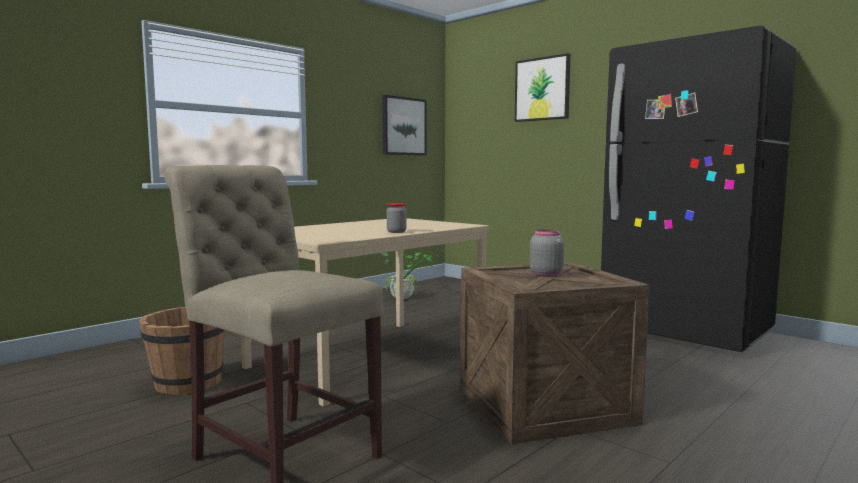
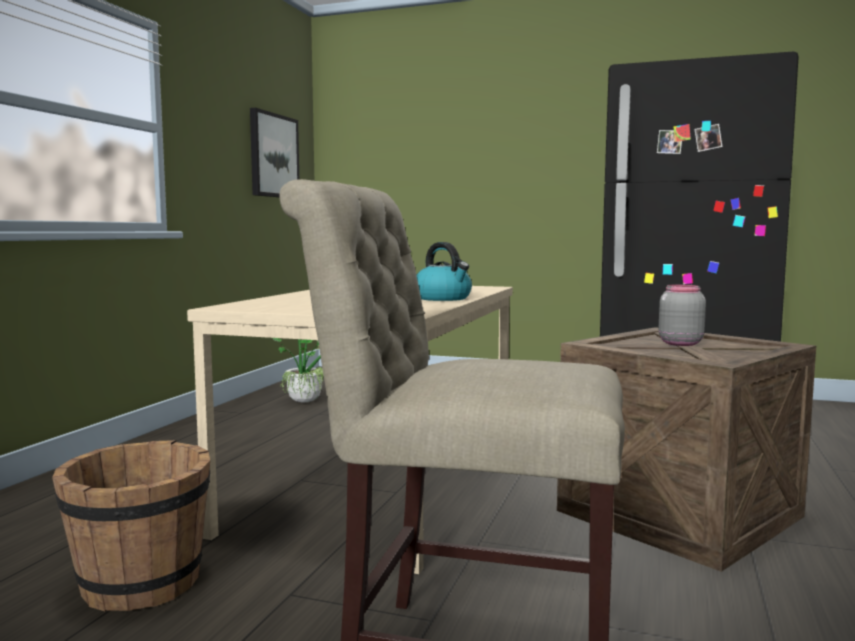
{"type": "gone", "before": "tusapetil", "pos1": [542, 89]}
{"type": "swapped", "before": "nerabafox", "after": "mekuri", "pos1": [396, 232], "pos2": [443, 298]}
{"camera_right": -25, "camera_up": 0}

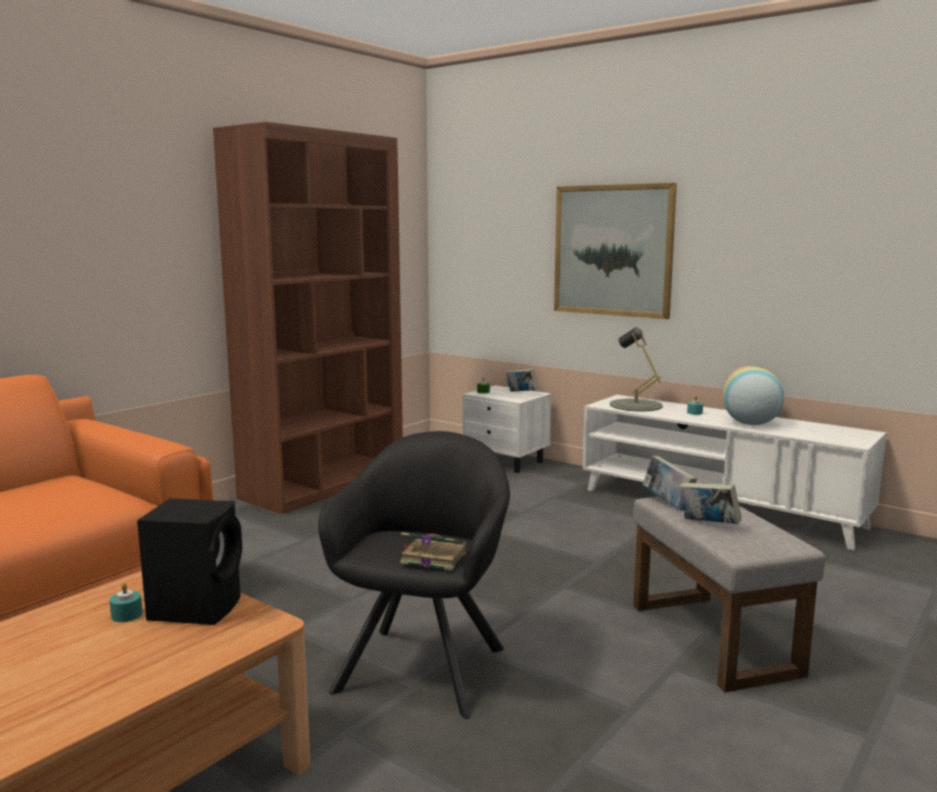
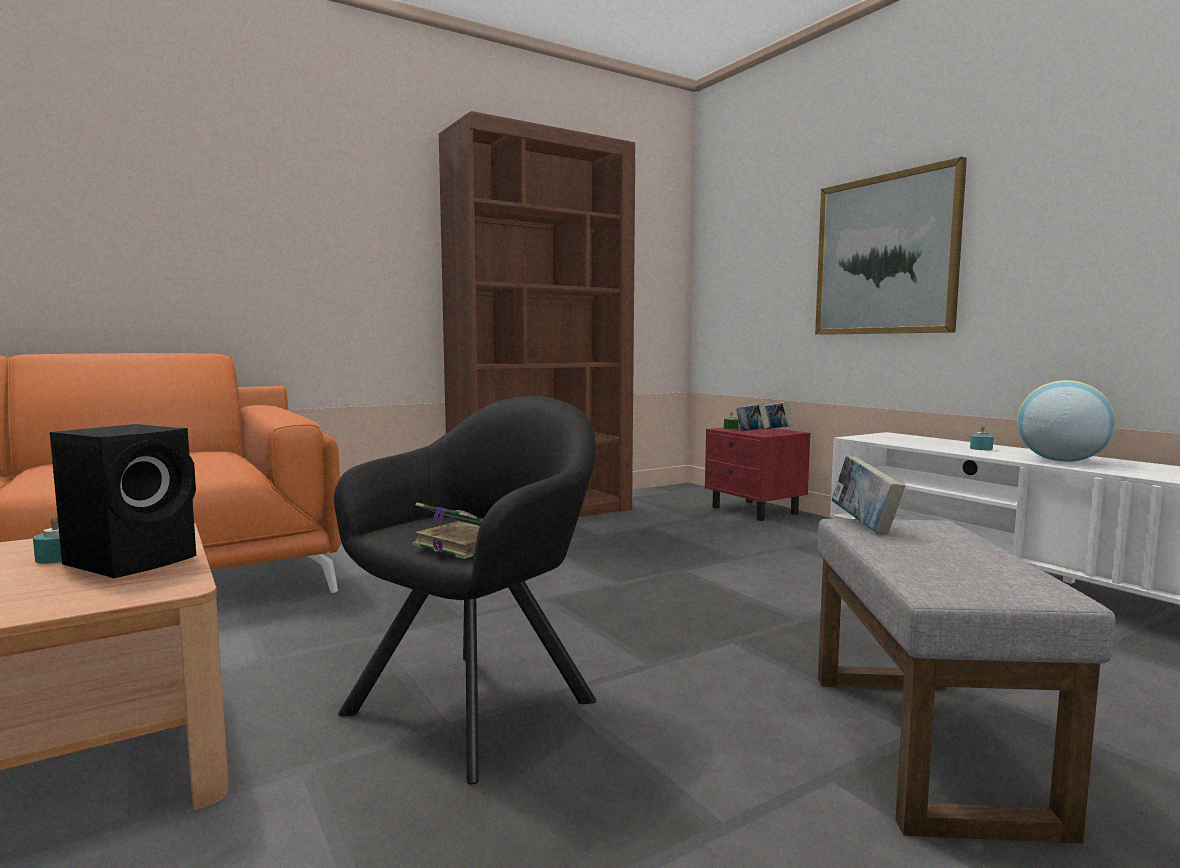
{"type": "gone", "before": "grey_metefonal", "pos1": [635, 405]}
{"type": "shifted", "before": "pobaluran", "pos1": [707, 525], "pos2": [751, 433]}
{"type": "repainted", "before": "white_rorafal", "after": "red_rorafal", "pos1": [507, 462], "pos2": [755, 510]}
{"camera_right": 20, "camera_up": -5}

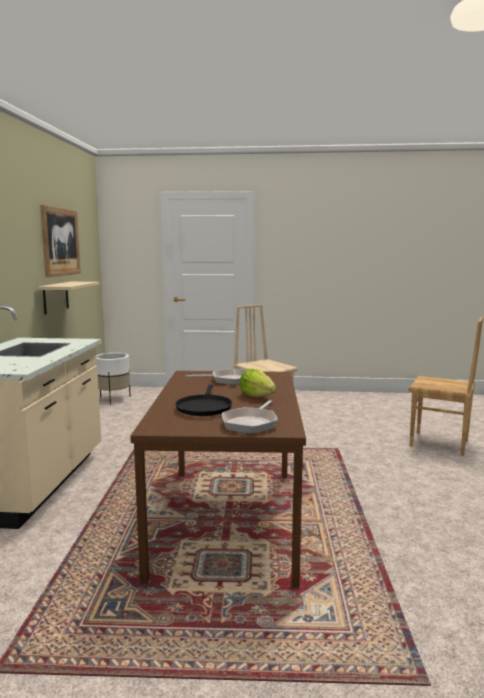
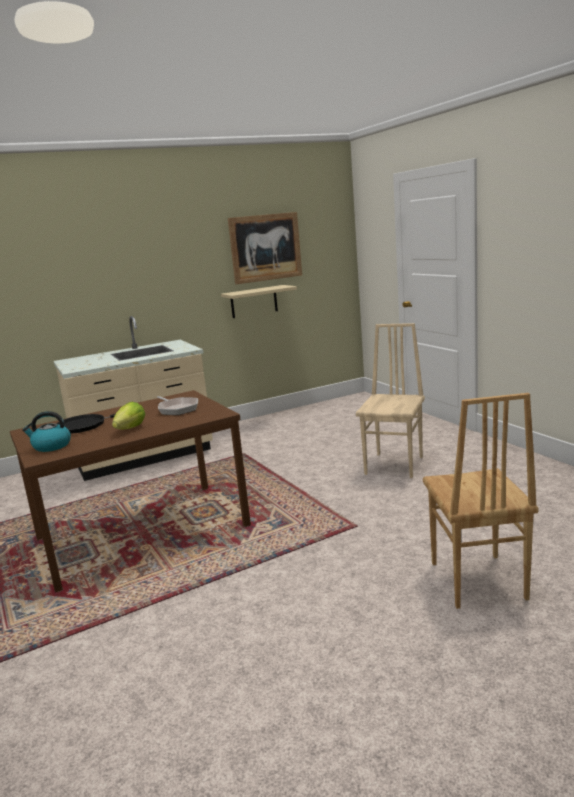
{"type": "gone", "before": "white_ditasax", "pos1": [113, 399]}
{"type": "swapped", "before": "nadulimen", "after": "mekuri", "pos1": [251, 423], "pos2": [51, 446]}
{"camera_right": 60, "camera_up": 5}

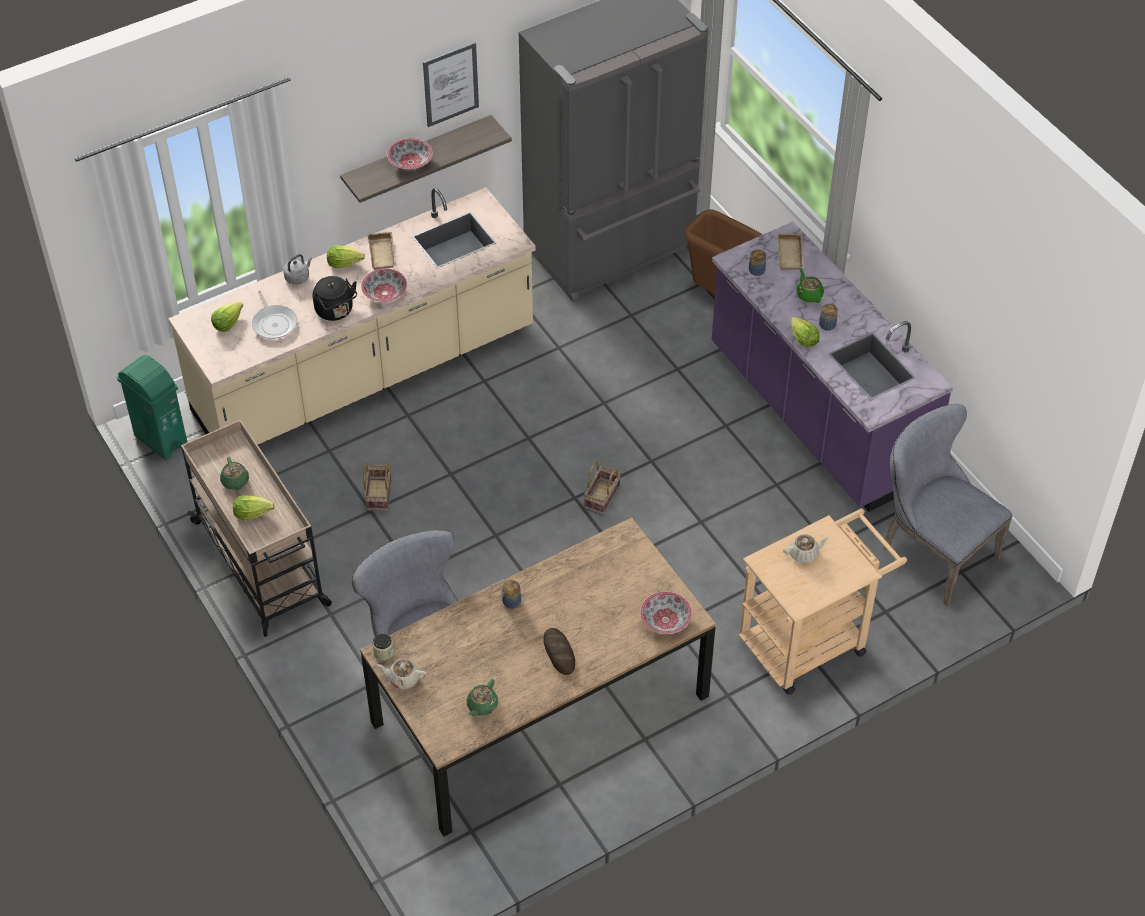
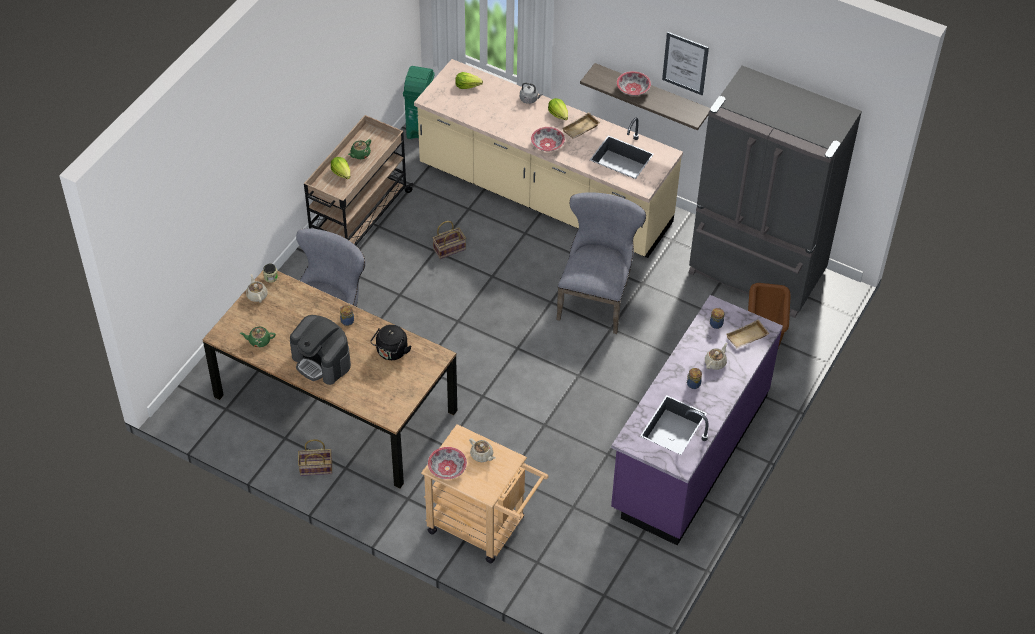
{"type": "gone", "before": "nadulimen", "pos1": [274, 323]}
{"type": "gone", "before": "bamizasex", "pos1": [802, 339]}
{"type": "shifted", "before": "black_mekuri", "pos1": [336, 311], "pos2": [391, 352]}
{"type": "shifted", "before": "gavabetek", "pos1": [602, 499], "pos2": [315, 468]}
{"type": "shifted", "before": "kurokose", "pos1": [665, 620], "pos2": [447, 468]}
{"type": "shifted", "before": "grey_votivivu", "pos1": [932, 551], "pos2": [596, 298]}
{"type": "swapped", "before": "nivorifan", "after": "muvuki", "pos1": [559, 653], "pos2": [322, 361]}
{"type": "repainted", "before": "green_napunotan", "after": "beige_napunotan", "pos1": [809, 295], "pos2": [715, 362]}
{"camera_right": 60, "camera_up": 0}

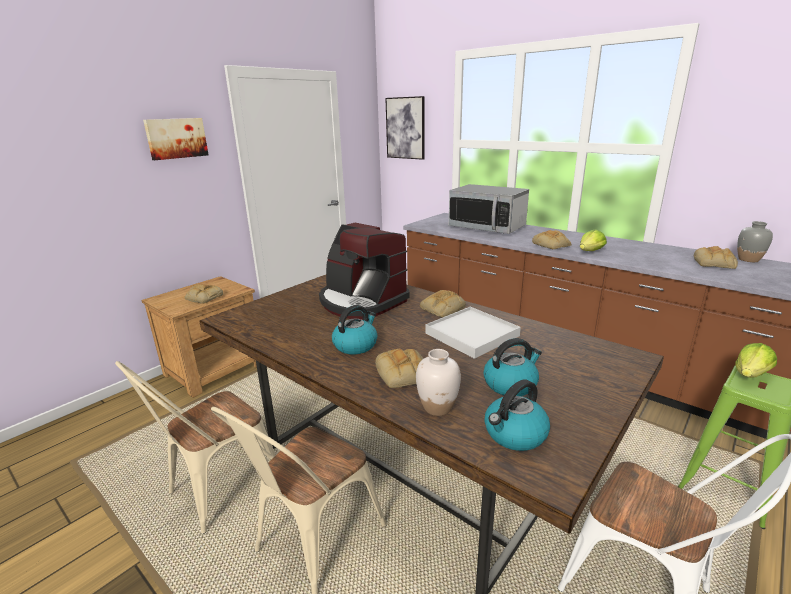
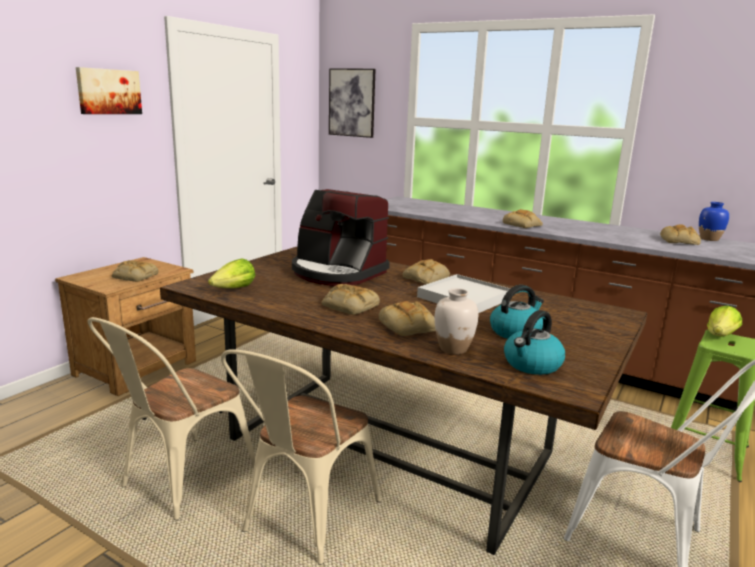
{"type": "gone", "before": "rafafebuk", "pos1": [487, 227]}
{"type": "shifted", "before": "bamizasex", "pos1": [590, 252], "pos2": [234, 289]}
{"type": "swapped", "before": "mekuri", "after": "nivorifan", "pos1": [355, 345], "pos2": [349, 306]}
{"type": "repainted", "before": "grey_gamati", "after": "blue_gamati", "pos1": [748, 260], "pos2": [709, 239]}
{"camera_right": -10, "camera_up": -5}

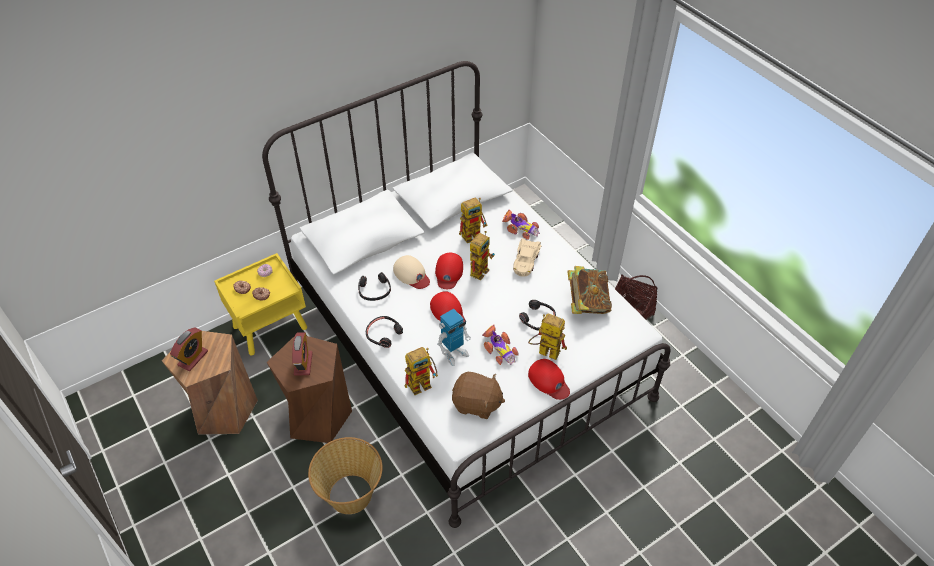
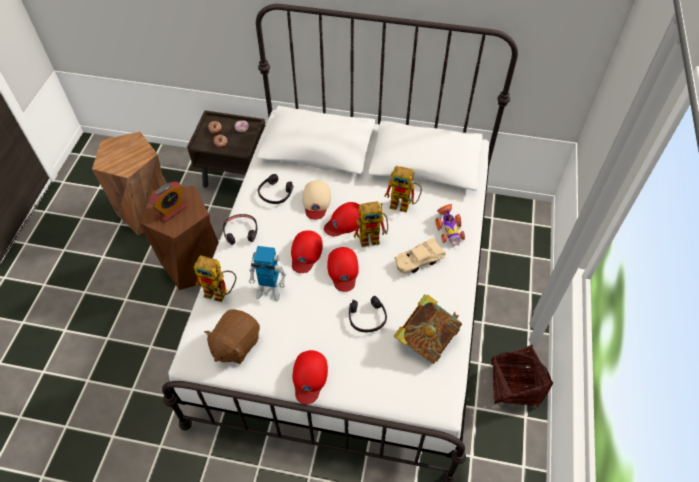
{"type": "gone", "before": "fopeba", "pos1": [193, 358]}
{"type": "gone", "before": "gavabetek", "pos1": [351, 493]}
{"type": "gone", "before": "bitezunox", "pos1": [499, 349]}
{"type": "gone", "before": "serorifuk", "pos1": [544, 352]}
{"type": "new", "after": "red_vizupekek", "pos2": [343, 270]}
{"type": "repainted", "before": "yellow_rorafal", "after": "brown_rorafal", "pos1": [271, 327], "pos2": [236, 176]}
{"type": "rotated", "before": "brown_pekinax", "pos1": [476, 404], "pos2": [235, 344], "turn": 60}
{"camera_right": 45, "camera_up": 5}

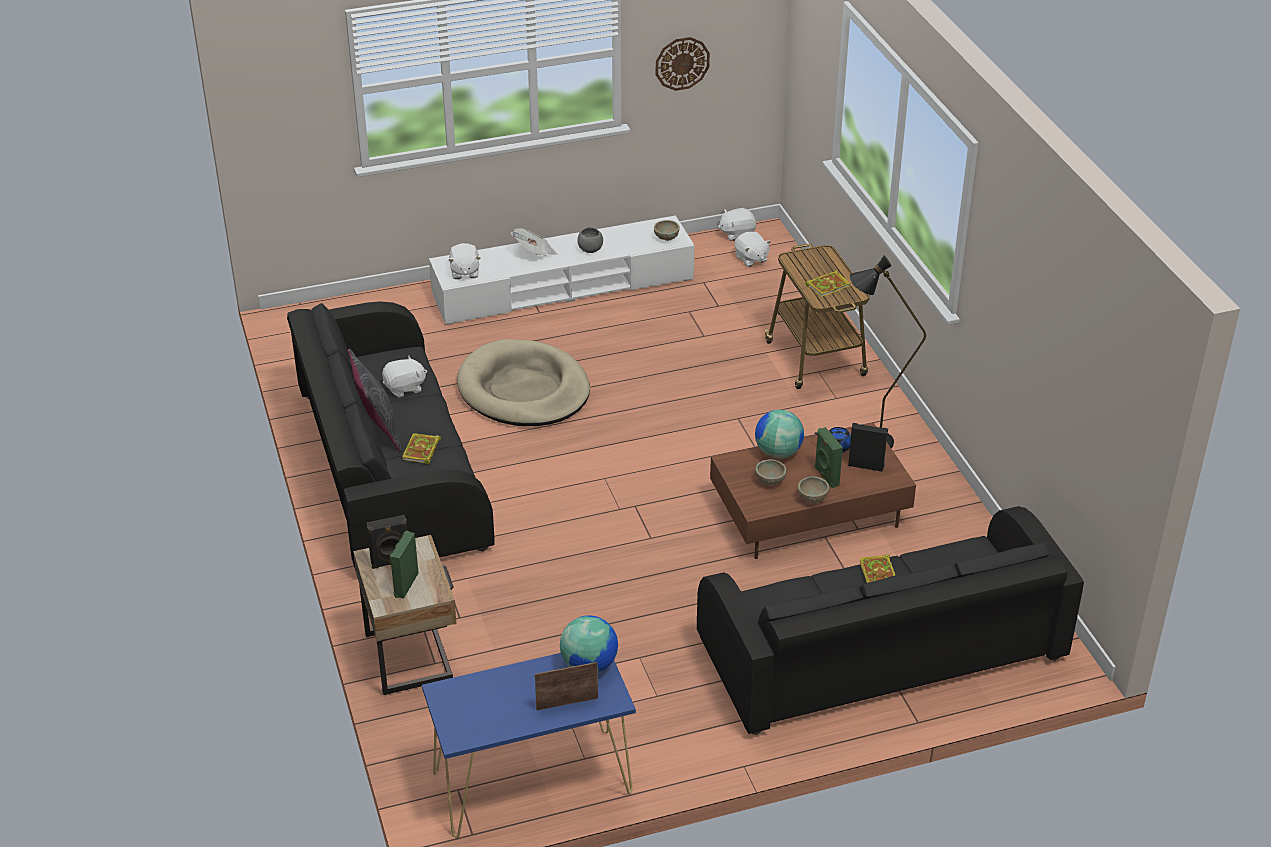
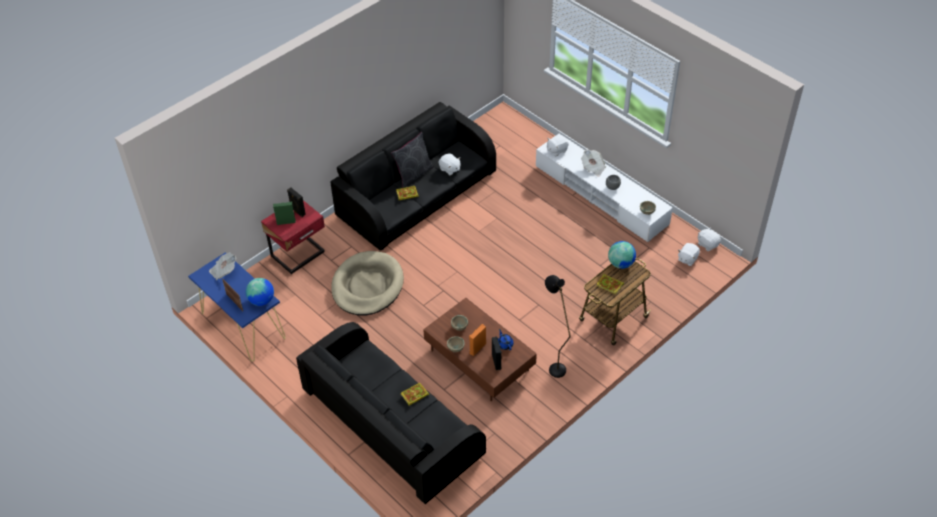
{"type": "gone", "before": "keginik", "pos1": [682, 63]}
{"type": "new", "after": "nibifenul", "pos2": [224, 271]}
{"type": "shifted", "before": "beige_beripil", "pos1": [524, 390], "pos2": [367, 286]}
{"type": "shifted", "before": "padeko", "pos1": [778, 452], "pos2": [620, 263]}
{"type": "repainted", "before": "beige_rorafal", "after": "red_rorafal", "pos1": [412, 656], "pos2": [299, 255]}
{"type": "repainted", "before": "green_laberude", "after": "orange_laberude", "pos1": [825, 476], "pos2": [477, 348]}
{"camera_right": 65, "camera_up": 10}

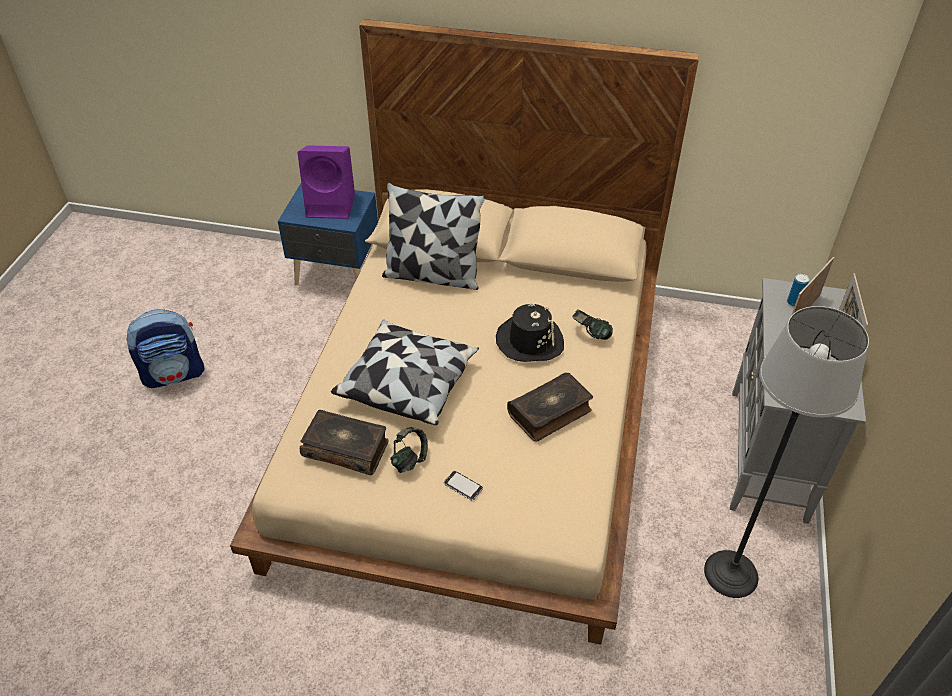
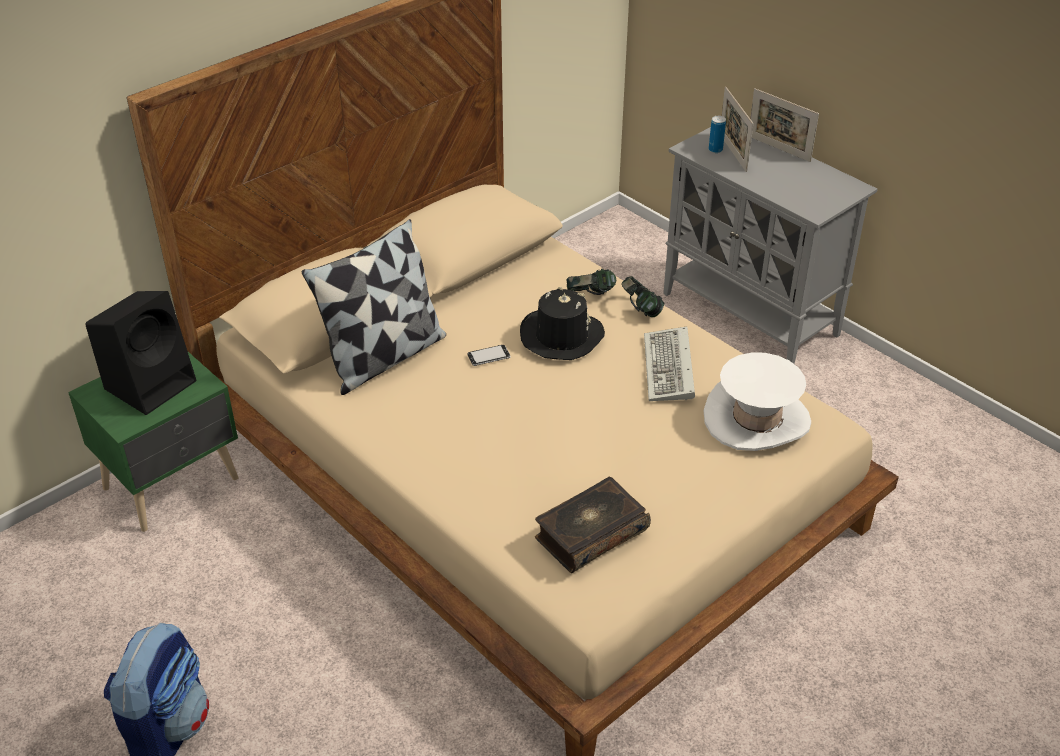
{"type": "gone", "before": "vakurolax", "pos1": [408, 384]}
{"type": "gone", "before": "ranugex", "pos1": [731, 574]}
{"type": "new", "after": "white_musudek", "pos2": [756, 419]}
{"type": "shifted", "before": "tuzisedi", "pos1": [409, 460], "pos2": [641, 310]}
{"type": "shifted", "before": "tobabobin", "pos1": [463, 486], "pos2": [489, 357]}
{"type": "swapped", "before": "pobaluran", "after": "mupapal", "pos1": [550, 413], "pos2": [670, 370]}
{"type": "repainted", "before": "blue_rorafal", "after": "green_rorafal", "pos1": [337, 274], "pos2": [174, 484]}
{"type": "repainted", "before": "purple_laberude", "after": "black_laberude", "pos1": [332, 205], "pos2": [152, 383]}
{"camera_right": -55, "camera_up": -5}

